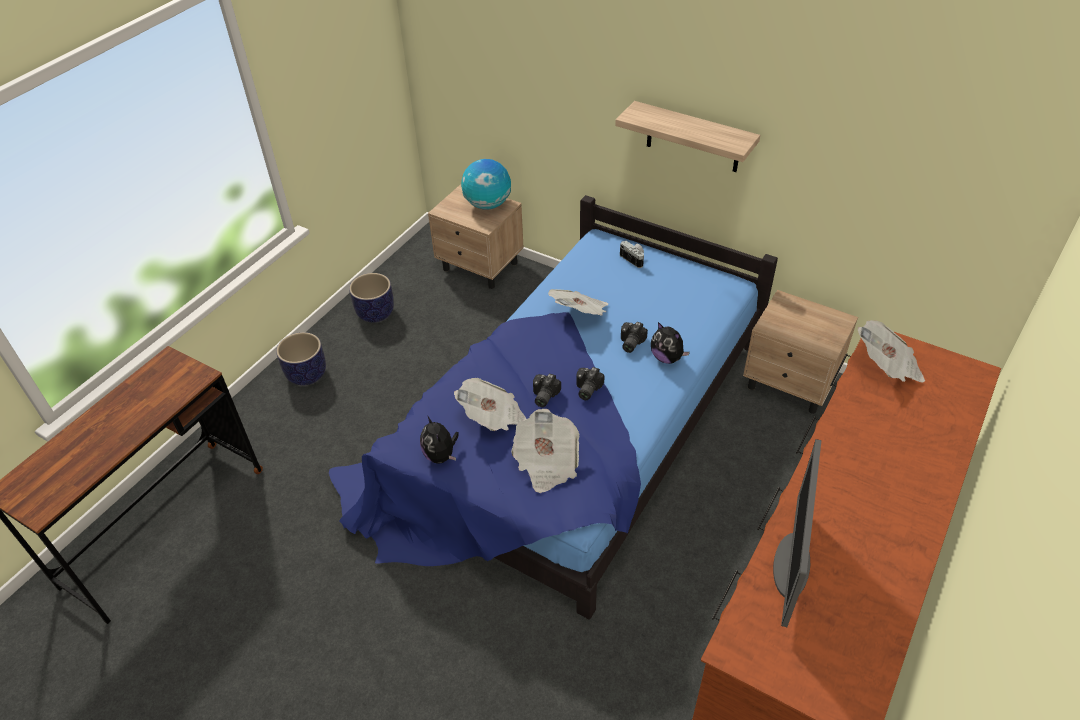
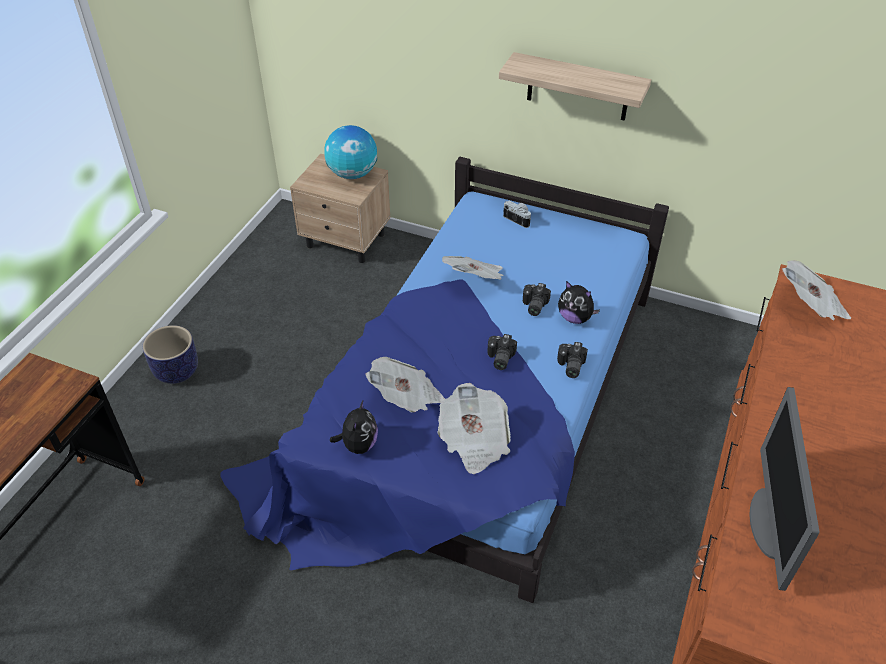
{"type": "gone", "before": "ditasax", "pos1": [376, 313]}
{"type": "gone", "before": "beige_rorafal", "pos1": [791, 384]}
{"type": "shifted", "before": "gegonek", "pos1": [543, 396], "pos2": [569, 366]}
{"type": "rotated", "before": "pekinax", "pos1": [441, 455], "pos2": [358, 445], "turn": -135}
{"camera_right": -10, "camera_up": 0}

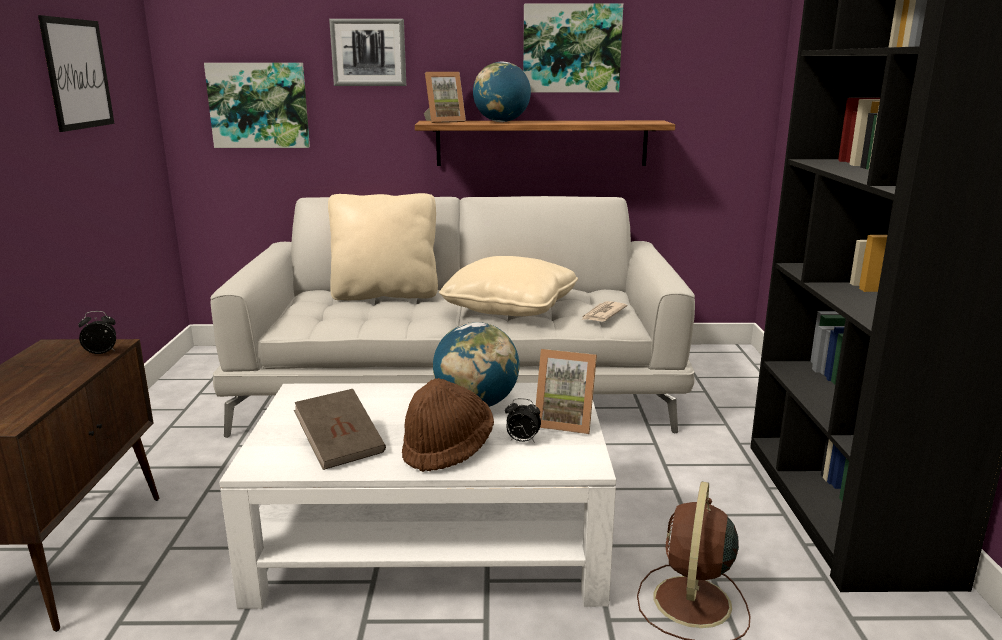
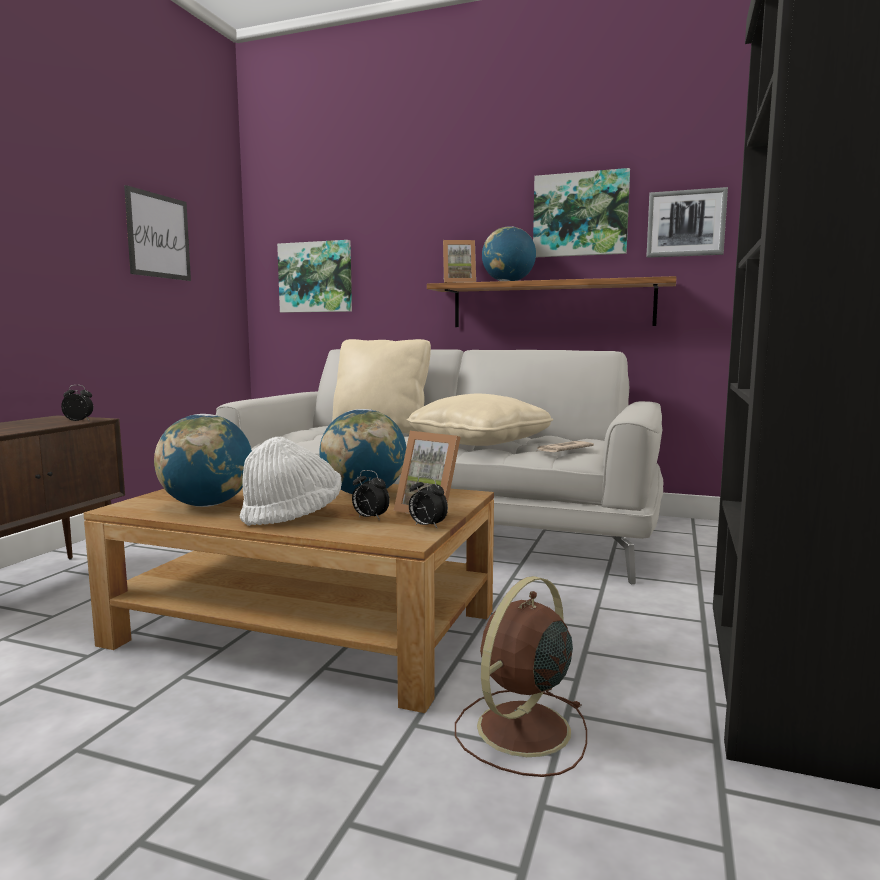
{"type": "new", "after": "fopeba", "pos2": [426, 526]}
{"type": "shifted", "before": "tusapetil", "pos1": [368, 52], "pos2": [686, 223]}
{"type": "swapped", "before": "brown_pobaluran", "after": "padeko", "pos1": [341, 447], "pos2": [207, 505]}
{"type": "repainted", "before": "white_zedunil", "after": "brown_zedunil", "pos1": [433, 539], "pos2": [307, 628]}
{"type": "repainted", "before": "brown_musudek", "after": "white_musudek", "pos1": [447, 450], "pos2": [292, 516]}
{"camera_right": 20, "camera_up": -10}

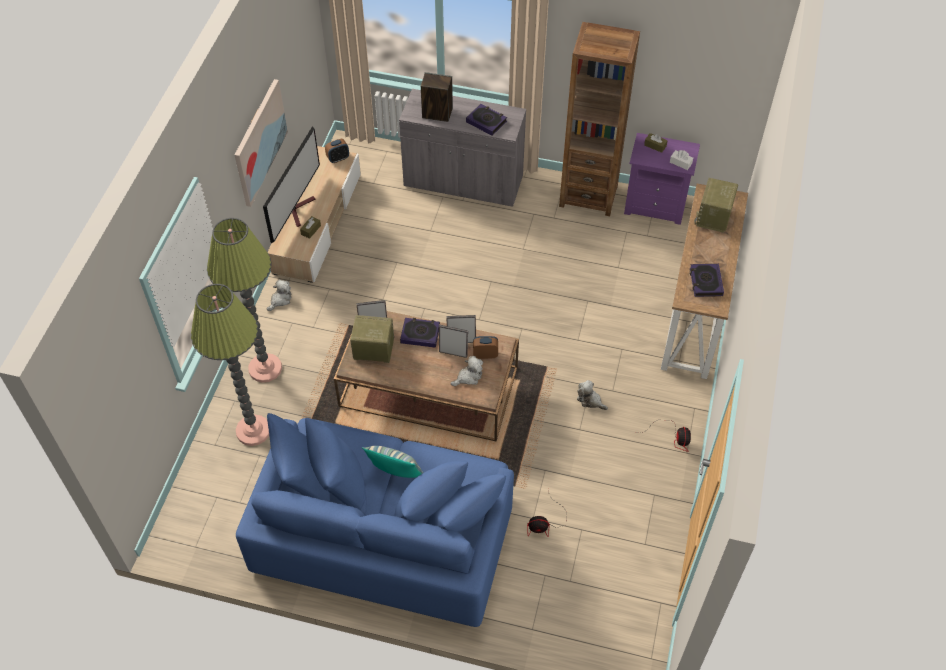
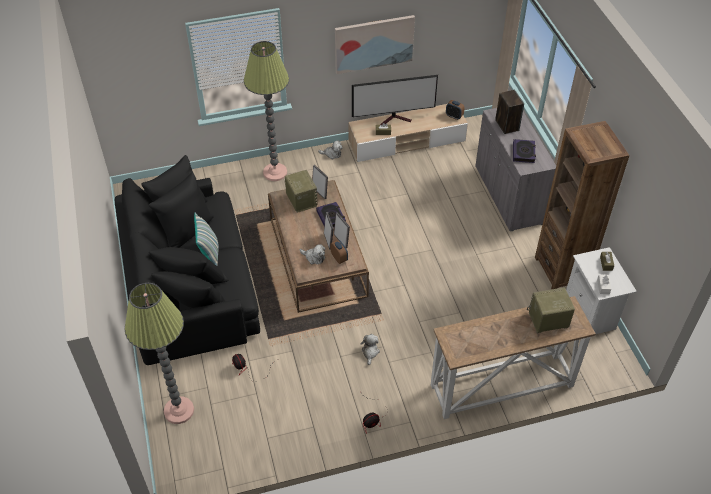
{"type": "gone", "before": "pobaluran", "pos1": [705, 282]}
{"type": "shifted", "before": "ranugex", "pos1": [253, 430], "pos2": [179, 410]}
{"type": "repainted", "before": "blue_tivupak", "after": "black_tivupak", "pos1": [383, 533], "pos2": [190, 286]}
{"type": "repainted", "before": "purple_rorafal", "after": "white_rorafal", "pos1": [655, 205], "pos2": [590, 316]}
{"camera_right": 60, "camera_up": -5}

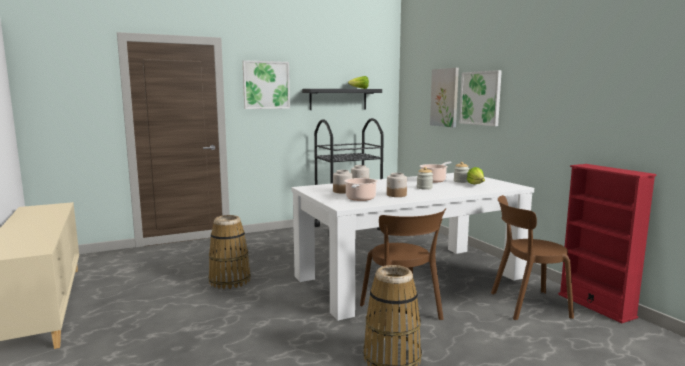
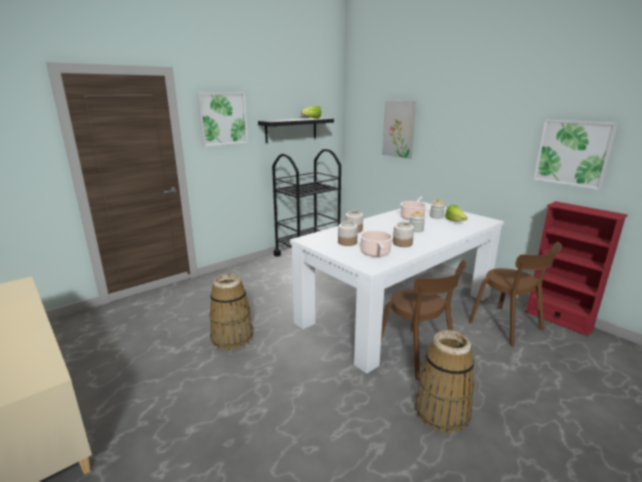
{"type": "shifted", "before": "tusapetil", "pos1": [480, 98], "pos2": [573, 153]}
{"type": "rotated", "before": "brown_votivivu", "pos1": [526, 305], "pos2": [508, 327], "turn": -105}
{"camera_right": -15, "camera_up": 10}

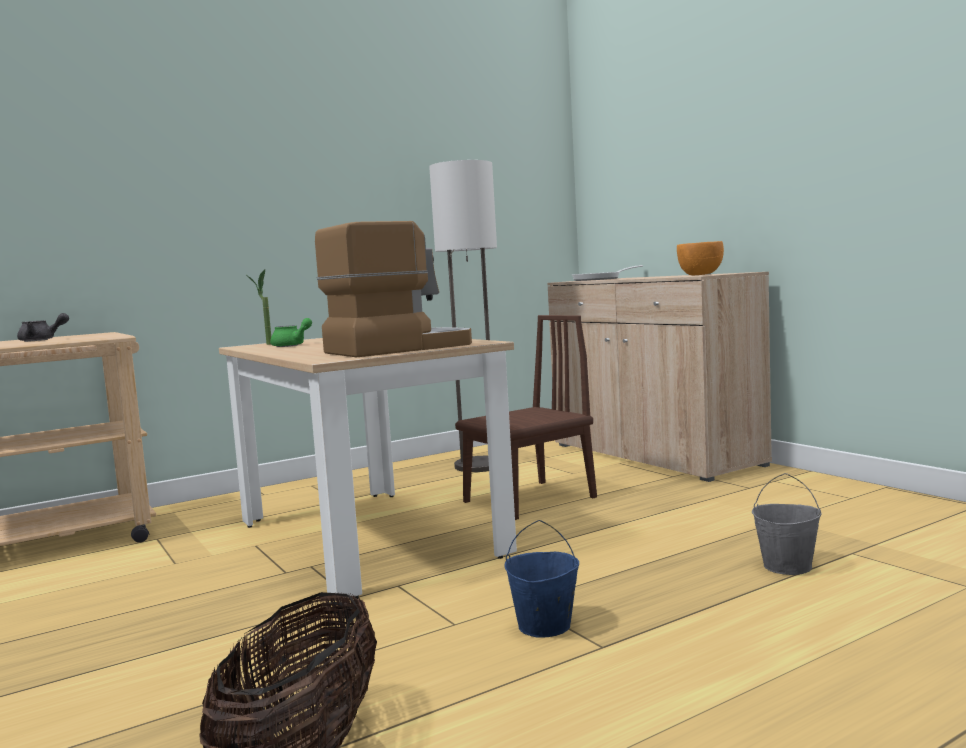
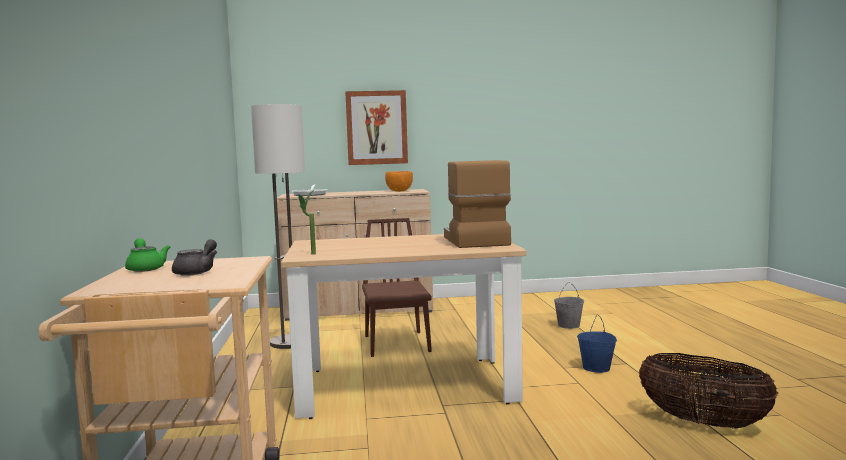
{"type": "new", "after": "tusapetil", "pos2": [376, 127]}
{"type": "shifted", "before": "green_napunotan", "pos1": [292, 345], "pos2": [145, 268]}
{"camera_right": -65, "camera_up": 0}

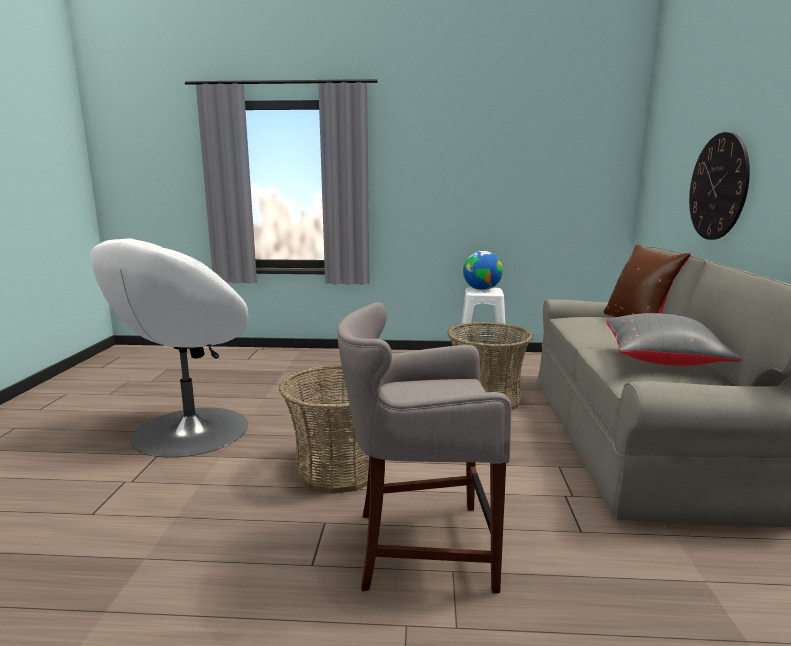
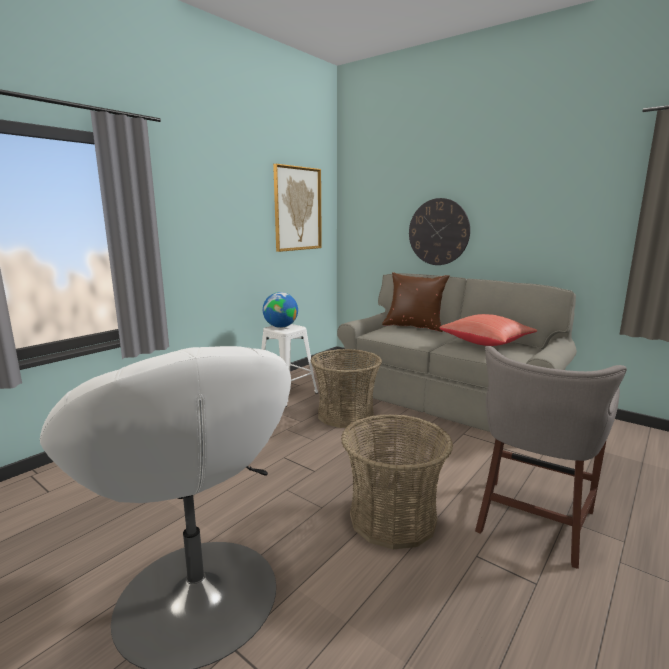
{"type": "new", "after": "tusapetil", "pos2": [297, 209]}
{"type": "repainted", "before": "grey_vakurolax", "after": "red_vakurolax", "pos1": [663, 360], "pos2": [487, 343]}
{"camera_right": -55, "camera_up": 0}

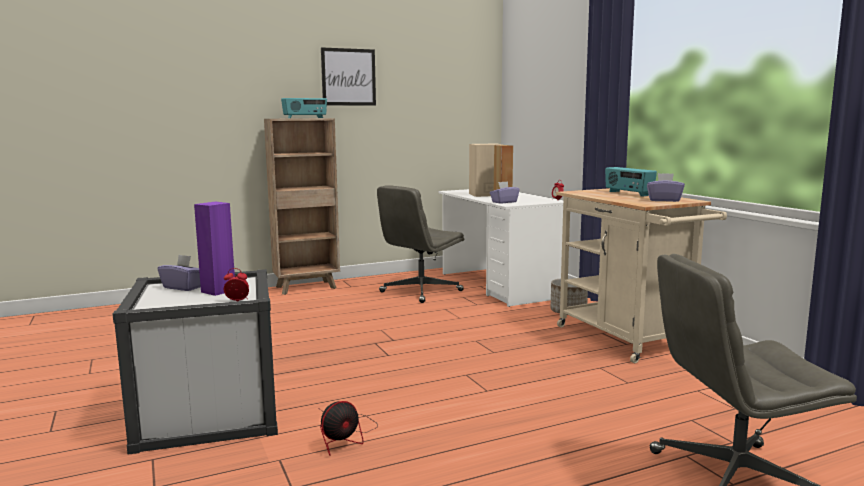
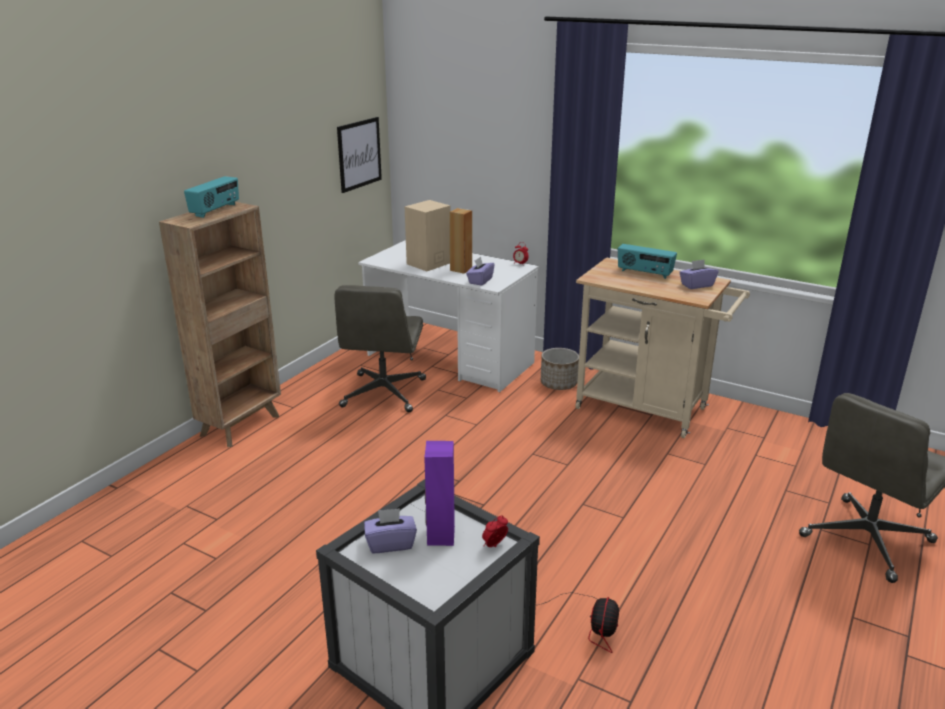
{"type": "shifted", "before": "tusapetil", "pos1": [348, 77], "pos2": [359, 154]}
{"camera_right": -35, "camera_up": 15}

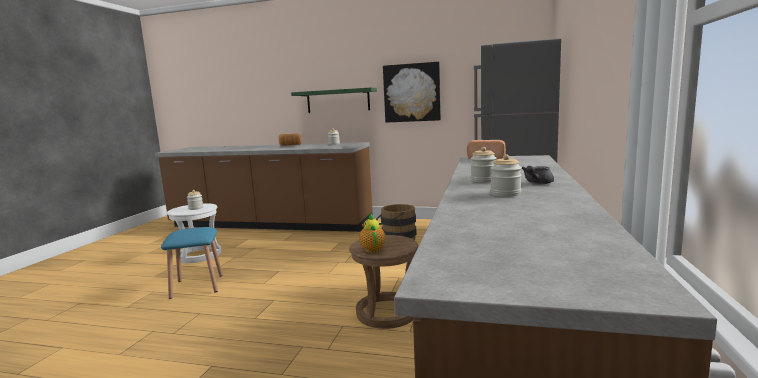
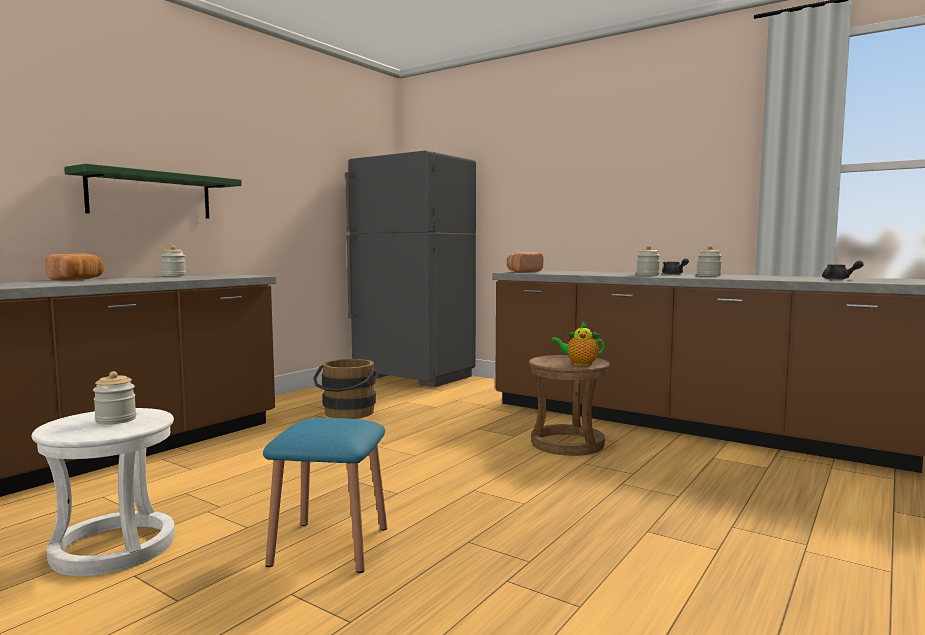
{"type": "gone", "before": "tusapetil", "pos1": [412, 92]}
{"type": "new", "after": "grey_napunotan", "pos2": [839, 279]}
{"camera_right": -70, "camera_up": -5}

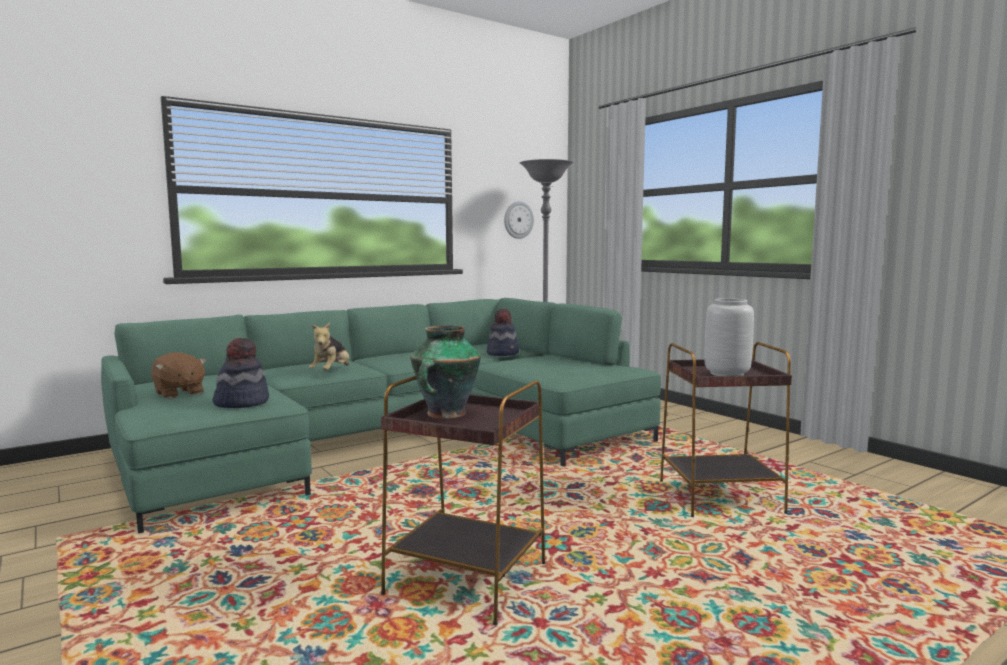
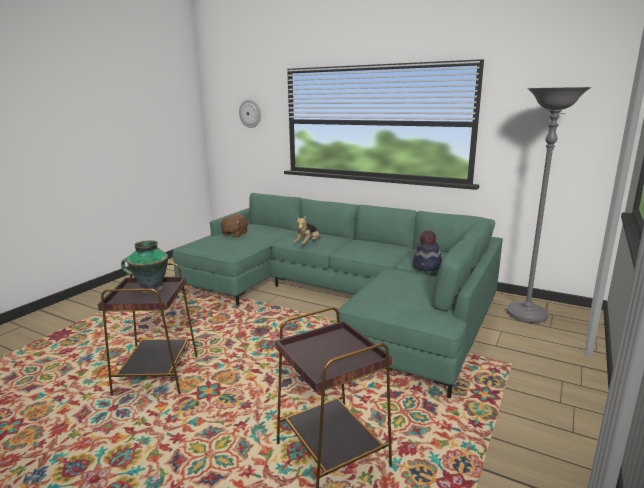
{"type": "gone", "before": "musudek", "pos1": [242, 403]}
{"type": "gone", "before": "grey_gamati", "pos1": [726, 374]}
{"type": "shifted", "before": "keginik", "pos1": [518, 220], "pos2": [250, 113]}
{"type": "rotated", "before": "pekinax", "pos1": [331, 372], "pos2": [308, 244], "turn": -45}
{"camera_right": 65, "camera_up": 10}

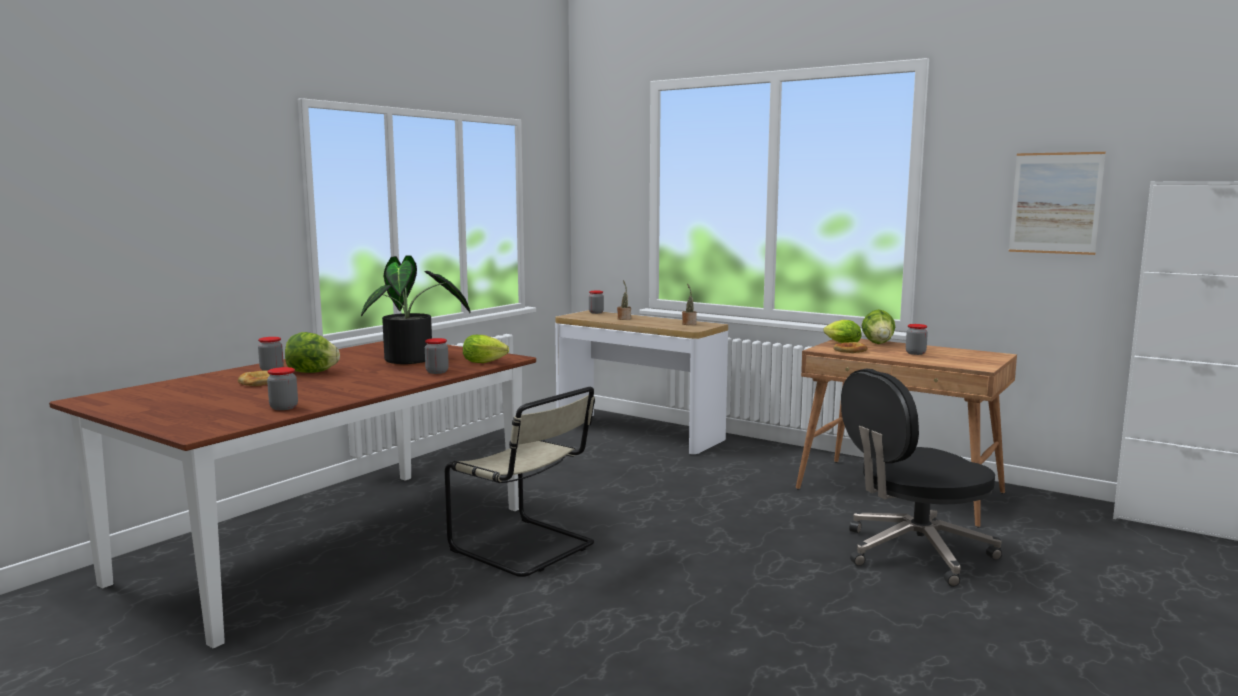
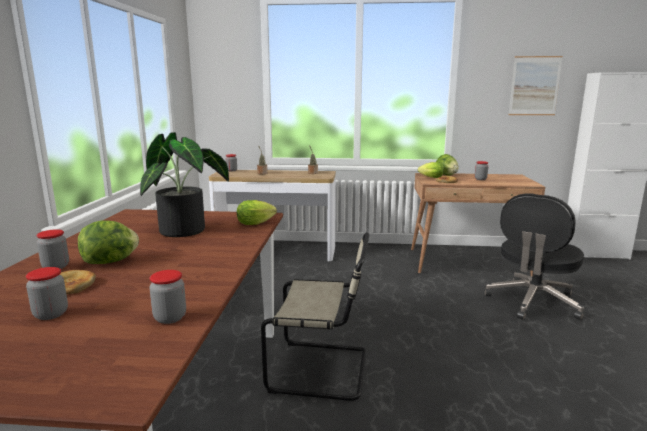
{"type": "shifted", "before": "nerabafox", "pos1": [437, 372], "pos2": [51, 314]}
{"camera_right": -30, "camera_up": 5}

